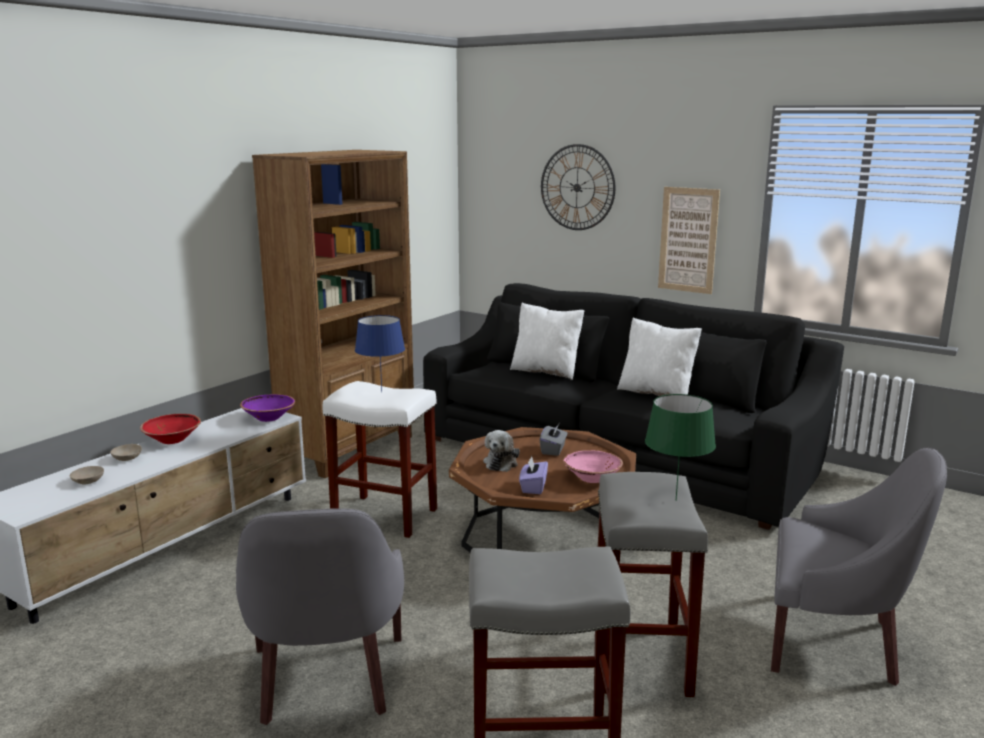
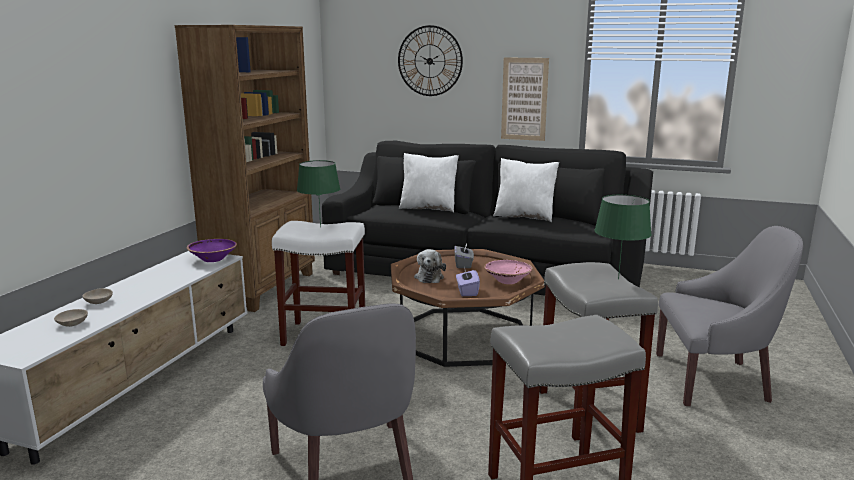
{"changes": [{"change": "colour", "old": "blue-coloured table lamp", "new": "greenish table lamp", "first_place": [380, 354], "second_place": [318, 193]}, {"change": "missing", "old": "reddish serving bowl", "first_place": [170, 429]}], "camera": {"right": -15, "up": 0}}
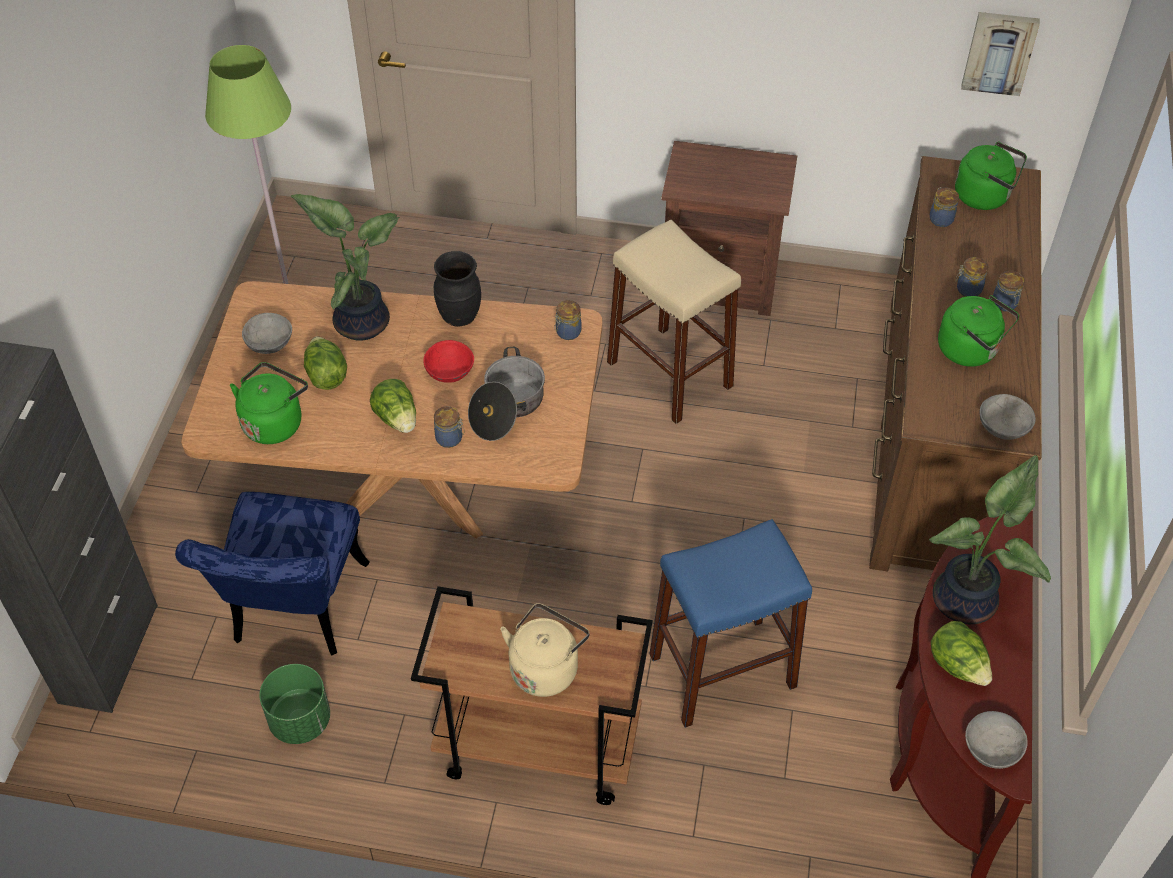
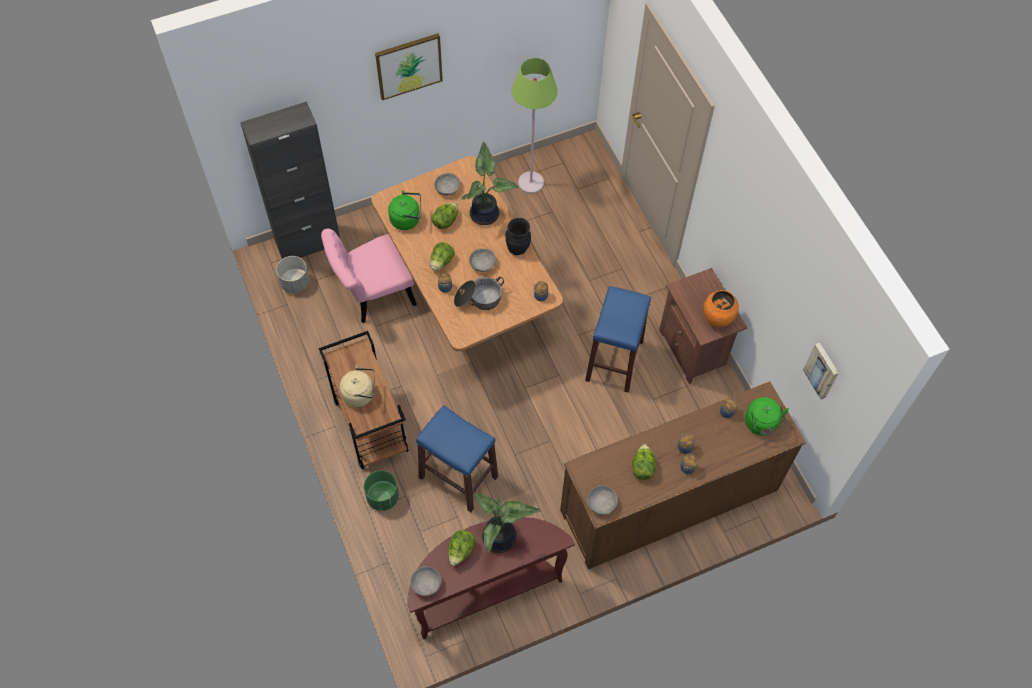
{"changes": [{"change": "colour", "old": "beige-coloured stool seat", "new": "blue-coloured stool seat", "first_place": [674, 322], "second_place": [618, 339]}, {"change": "exchanged", "old": "greenish water kettle", "new": "lettuce", "first_place": [978, 331], "second_place": [644, 461]}, {"change": "colour", "old": "reddish serving bowl", "new": "gray serving bowl", "first_place": [448, 361], "second_place": [482, 260]}, {"change": "colour", "old": "blue-coloured chair", "new": "pinkish chair", "first_place": [272, 574], "second_place": [369, 276]}, {"change": "relocated", "old": "greenish planter", "first_place": [294, 704], "second_place": [381, 491]}, {"change": "appeared", "new": "wall art", "second_place": [409, 66]}, {"change": "appeared", "new": "gray planter", "second_place": [293, 275]}, {"change": "appeared", "new": "orange-coloured vase", "second_place": [721, 308]}], "camera": {"right": 55, "up": 10}}
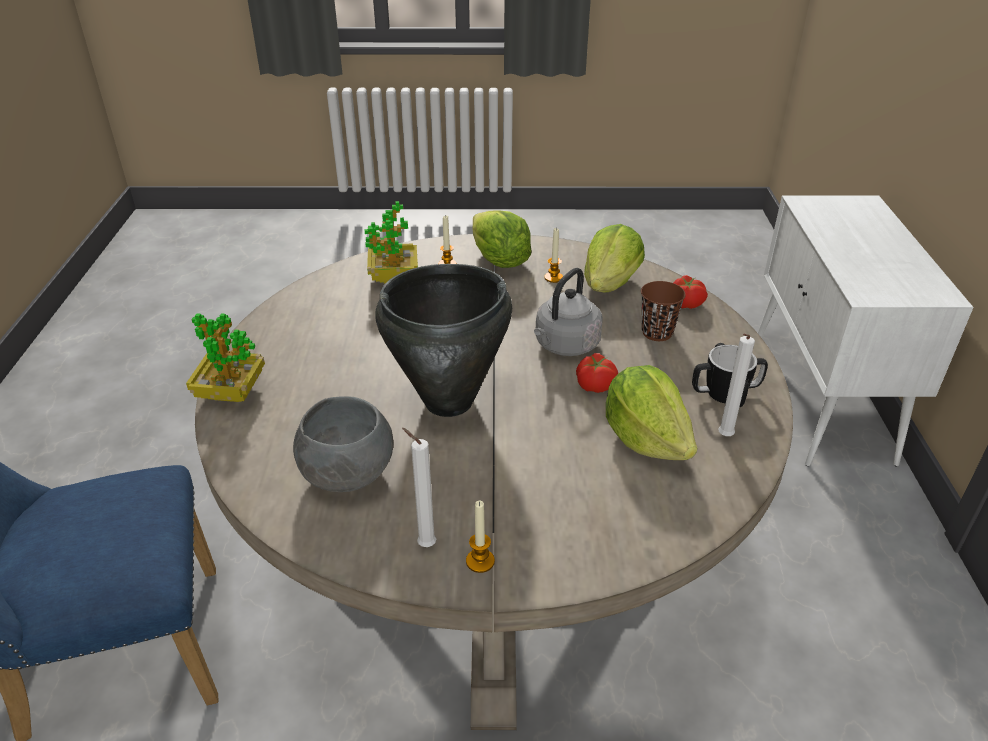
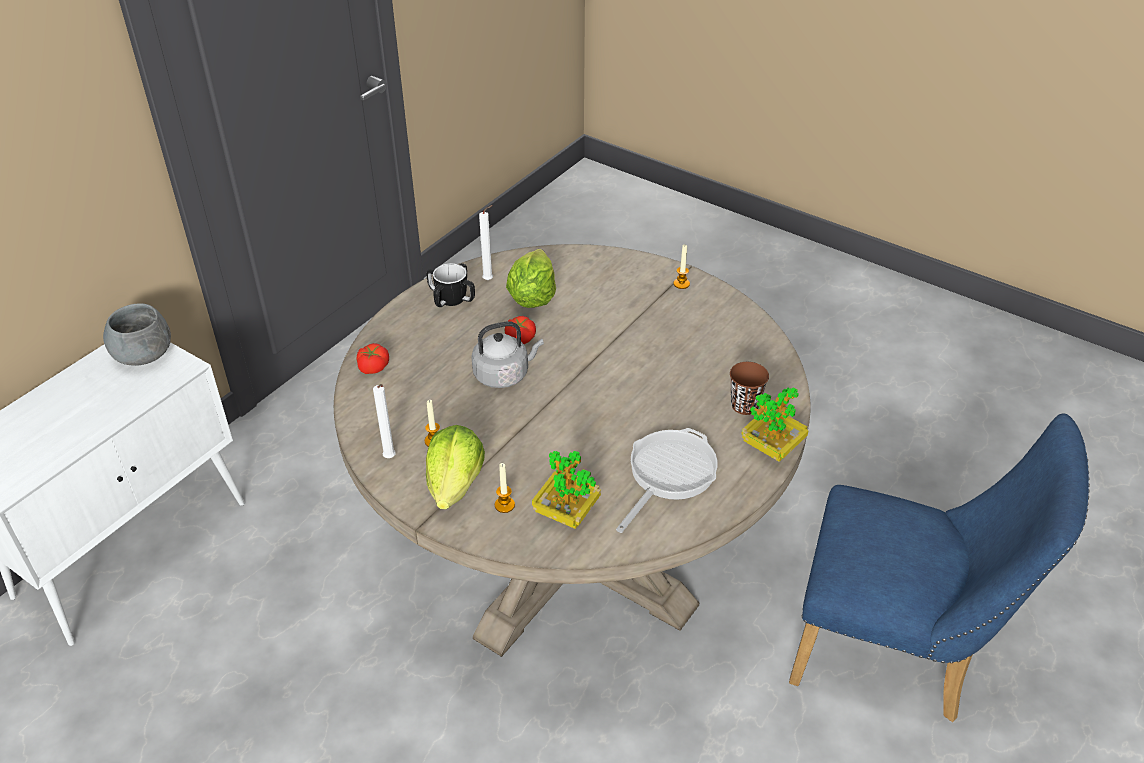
{"changes": [{"change": "missing", "old": "lettuce", "first_place": [614, 258]}, {"change": "missing", "old": "black-coloured stockpot", "first_place": [443, 340]}, {"change": "relocated", "old": "brown-coloured cup", "first_place": [663, 311], "second_place": [749, 388]}, {"change": "relocated", "old": "gray serving bowl", "first_place": [343, 444], "second_place": [137, 334]}, {"change": "relocated", "old": "whitish wax light", "first_place": [419, 487], "second_place": [384, 421]}, {"change": "appeared", "new": "pan", "second_place": [667, 480]}], "camera": {"right": -145, "up": 5}}
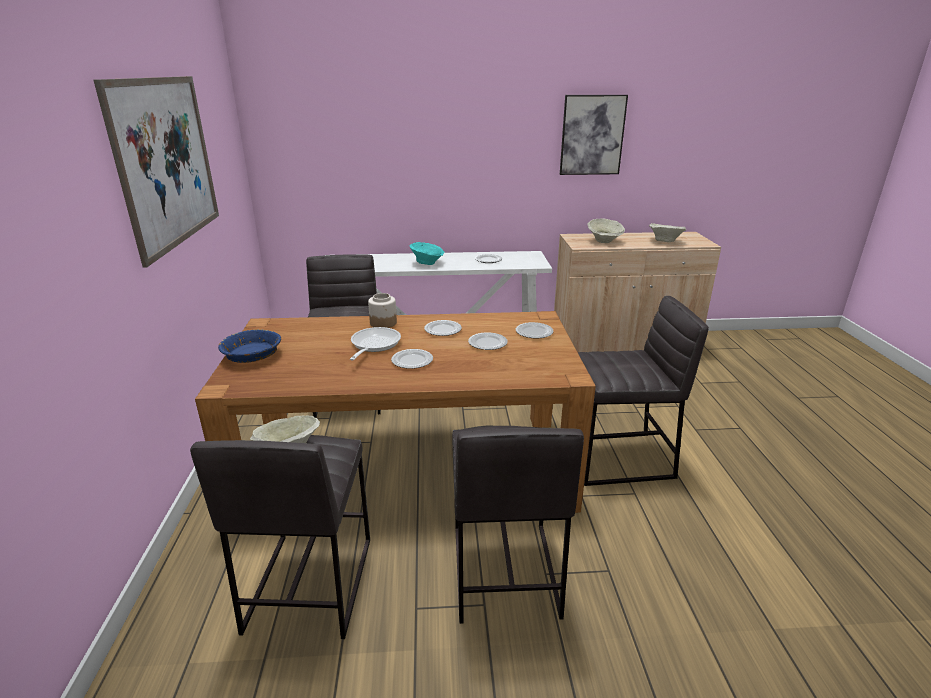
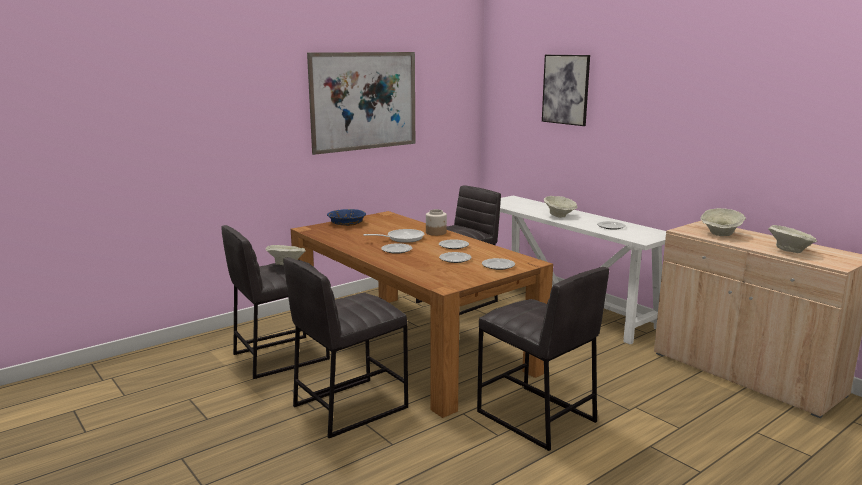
{"changes": [{"change": "relocated", "old": "wall art", "first_place": [594, 135], "second_place": [566, 90]}, {"change": "colour", "old": "turquoise serving bowl", "new": "beige-coloured serving bowl", "first_place": [427, 253], "second_place": [561, 207]}], "camera": {"right": 55, "up": -10}}
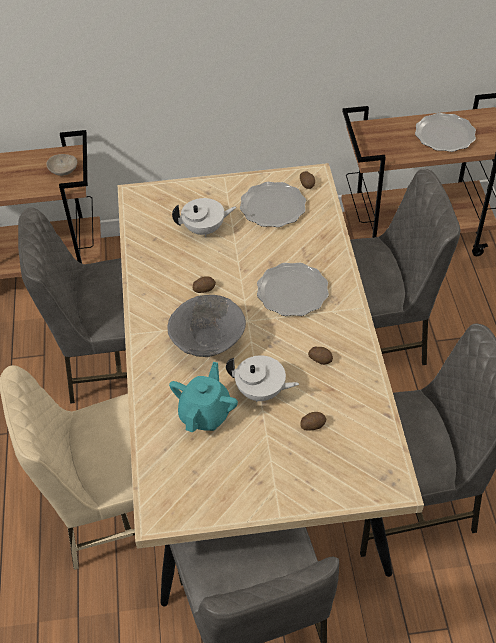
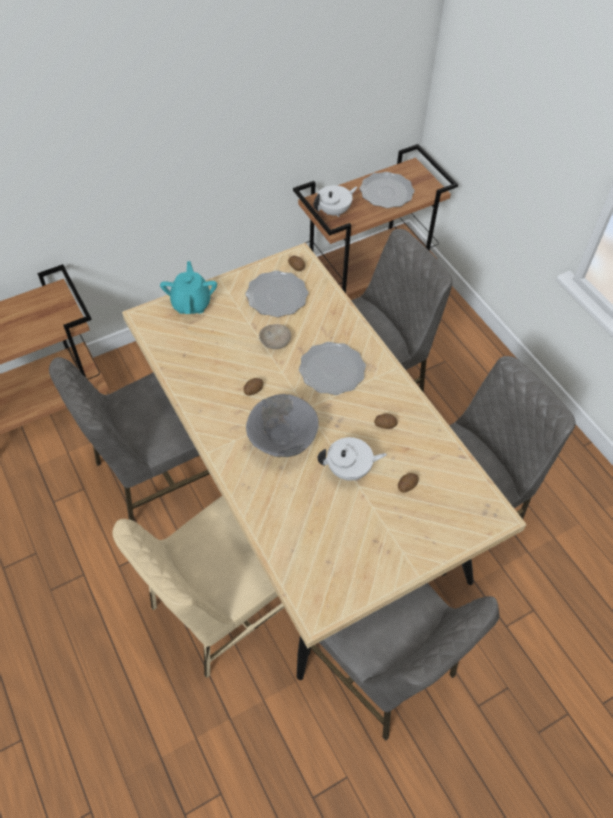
{"changes": [{"change": "relocated", "old": "beige-coloured serving bowl", "first_place": [61, 165], "second_place": [275, 336]}, {"change": "relocated", "old": "whitish pot for tea", "first_place": [204, 217], "second_place": [335, 201]}, {"change": "relocated", "old": "turquoise pot for tea", "first_place": [203, 397], "second_place": [188, 287]}], "camera": {"right": -25, "up": 5}}
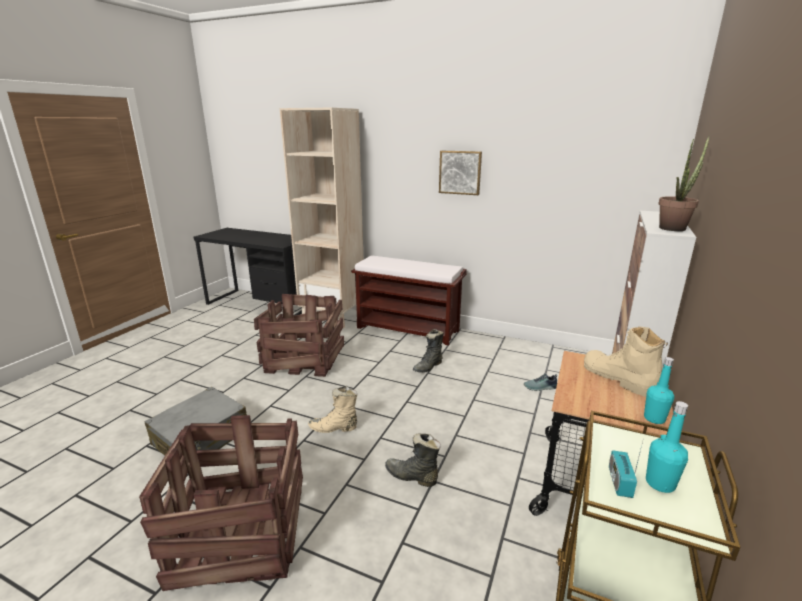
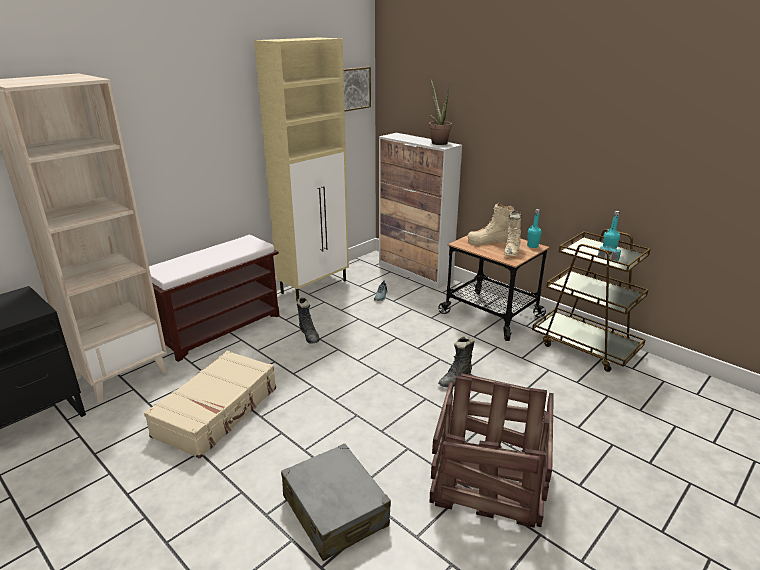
{"changes": [{"change": "relocated", "old": "wall art", "first_place": [460, 173], "second_place": [357, 89]}, {"change": "exchanged", "old": "shipping crate", "new": "beige-coloured suitcase", "first_place": [299, 335], "second_place": [210, 404]}, {"change": "relocated", "old": "beige-coloured tall boot", "first_place": [332, 409], "second_place": [512, 233]}, {"change": "appeared", "new": "beige-coloured storage cabinet", "second_place": [301, 169]}], "camera": {"right": -70, "up": 5}}
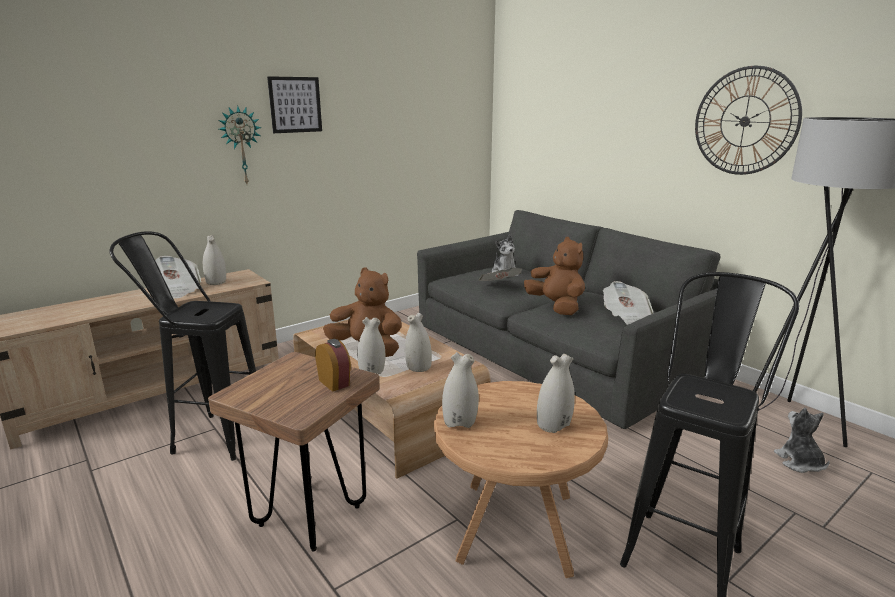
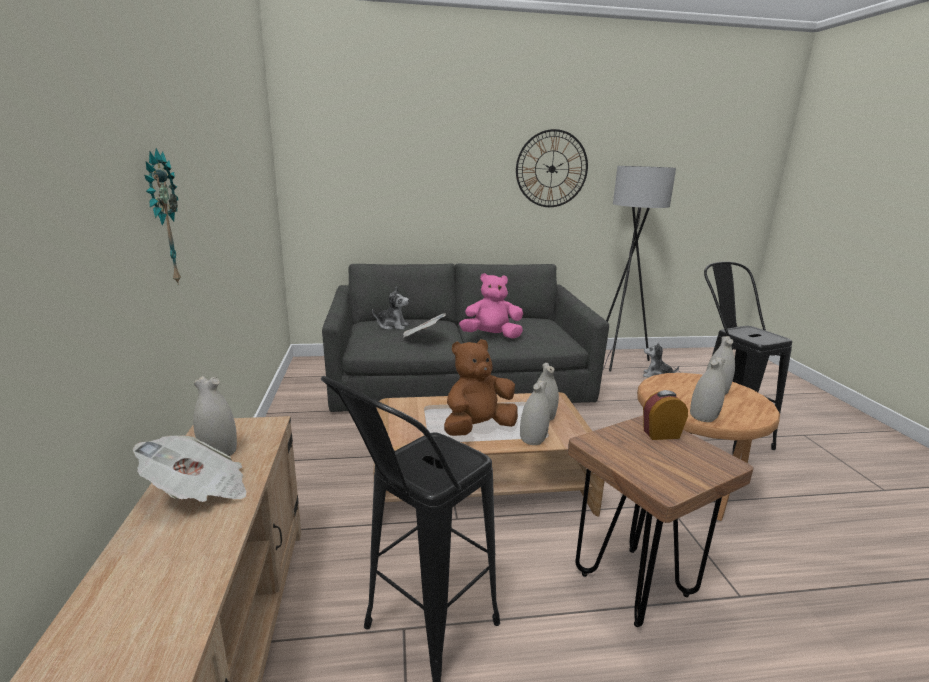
{"changes": [{"change": "missing", "old": "wall art", "first_place": [294, 104]}, {"change": "colour", "old": "brown-coloured plush toy", "new": "pinkish plush toy", "first_place": [554, 276], "second_place": [491, 306]}, {"change": "missing", "old": "printed paper", "first_place": [628, 303]}], "camera": {"right": -60, "up": 0}}
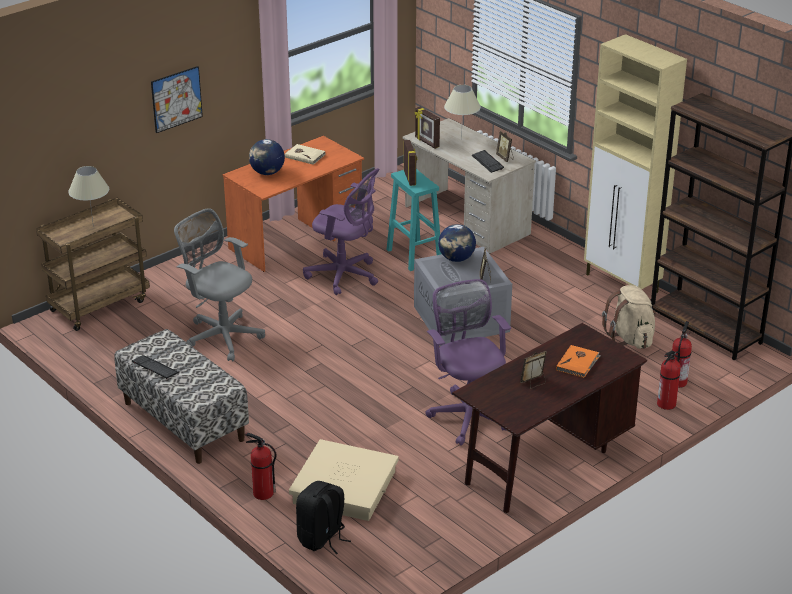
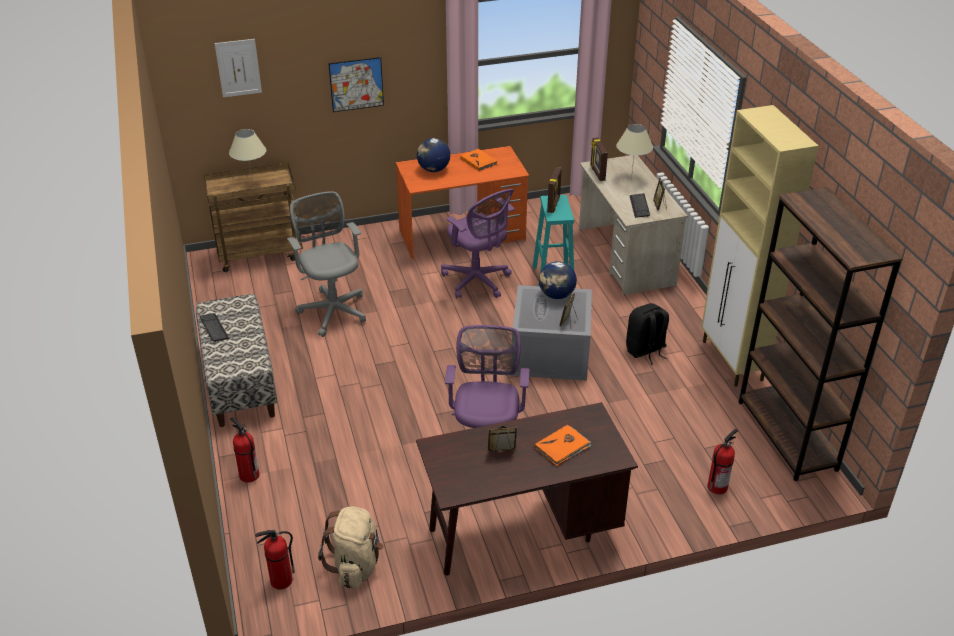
{"changes": [{"change": "colour", "old": "beige-coloured book", "new": "orange-coloured book", "first_place": [305, 154], "second_place": [479, 160]}, {"change": "relocated", "old": "beige-coloured backpack", "first_place": [629, 317], "second_place": [351, 547]}, {"change": "relocated", "old": "fire extinguisher", "first_place": [669, 380], "second_place": [275, 559]}, {"change": "missing", "old": "beige-coloured storage bin", "first_place": [344, 480]}, {"change": "relocated", "old": "black-coloured backpack", "first_place": [323, 517], "second_place": [647, 334]}, {"change": "appeared", "new": "wall art", "second_place": [238, 68]}], "camera": {"right": 25, "up": 5}}
